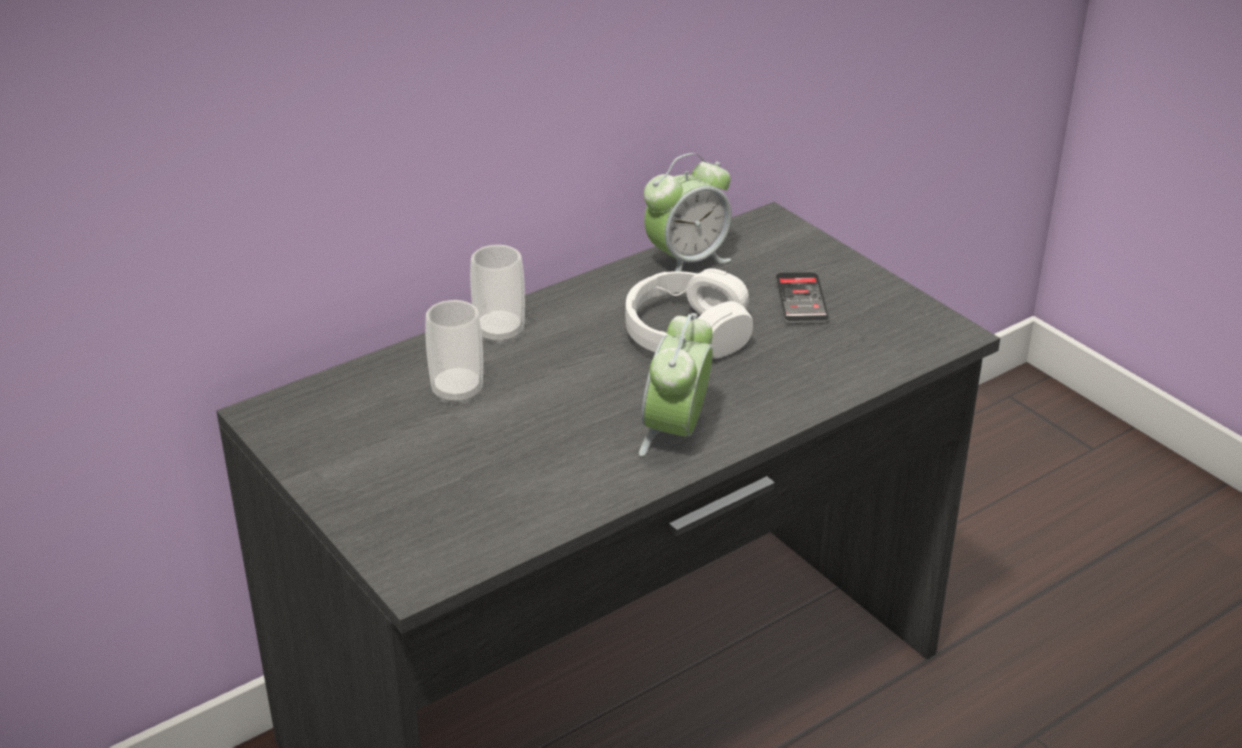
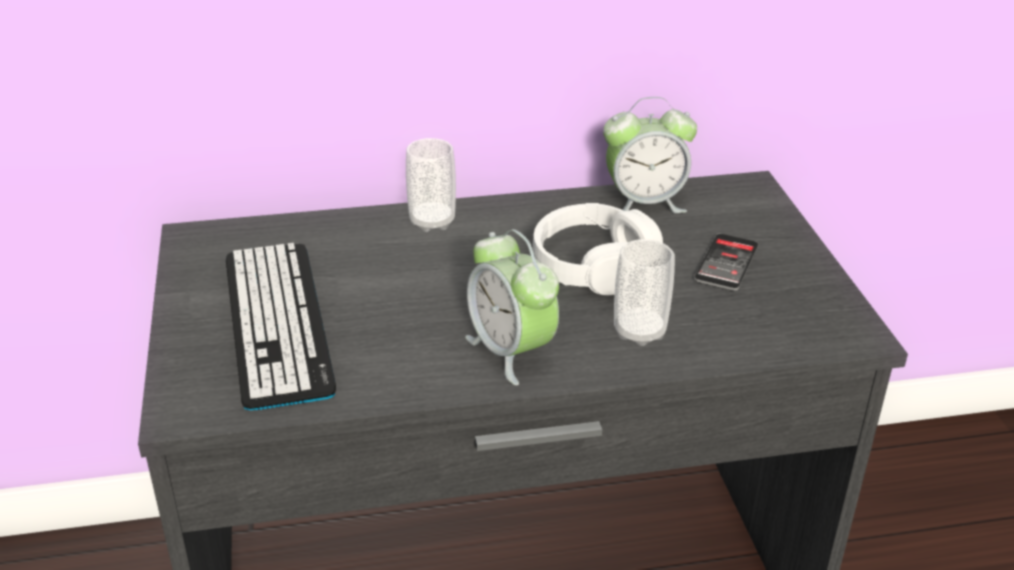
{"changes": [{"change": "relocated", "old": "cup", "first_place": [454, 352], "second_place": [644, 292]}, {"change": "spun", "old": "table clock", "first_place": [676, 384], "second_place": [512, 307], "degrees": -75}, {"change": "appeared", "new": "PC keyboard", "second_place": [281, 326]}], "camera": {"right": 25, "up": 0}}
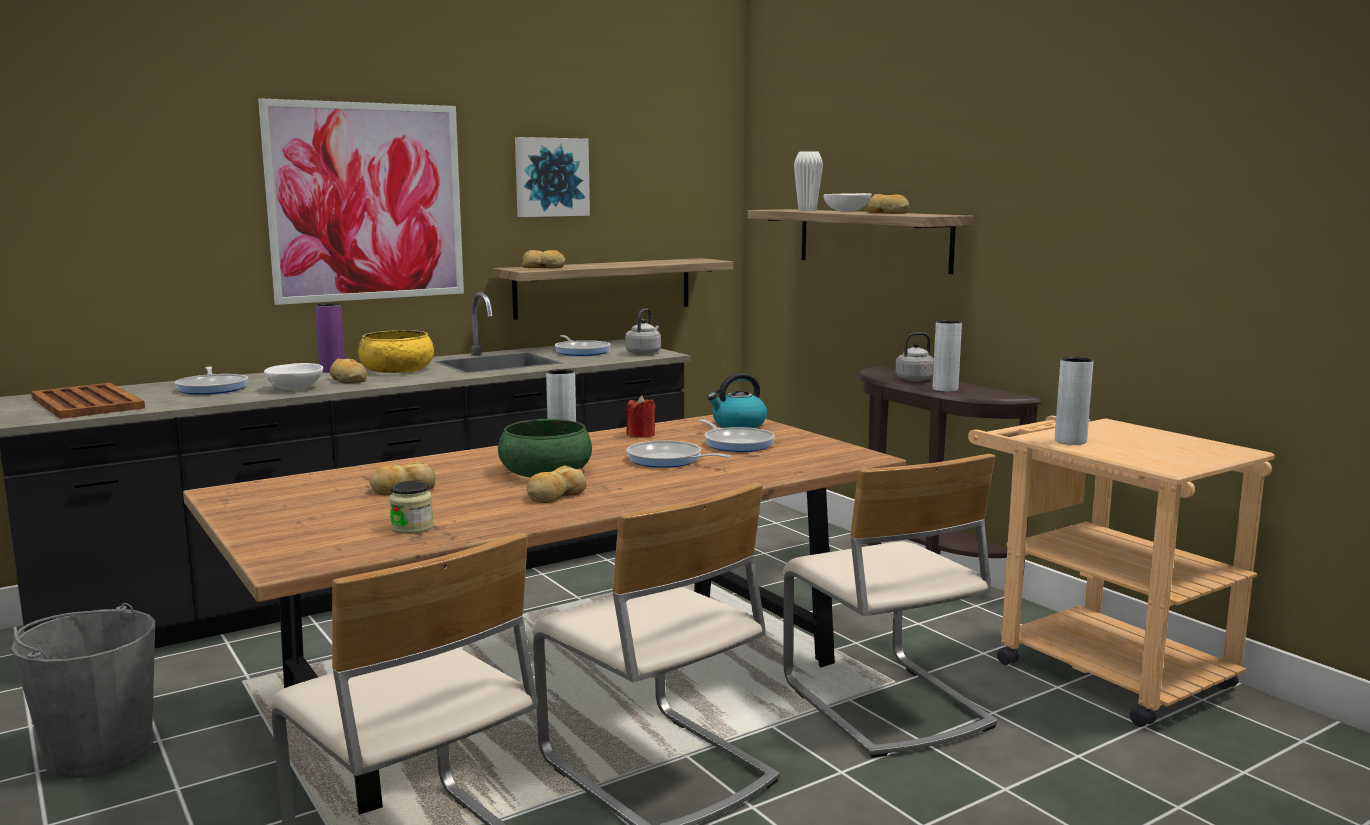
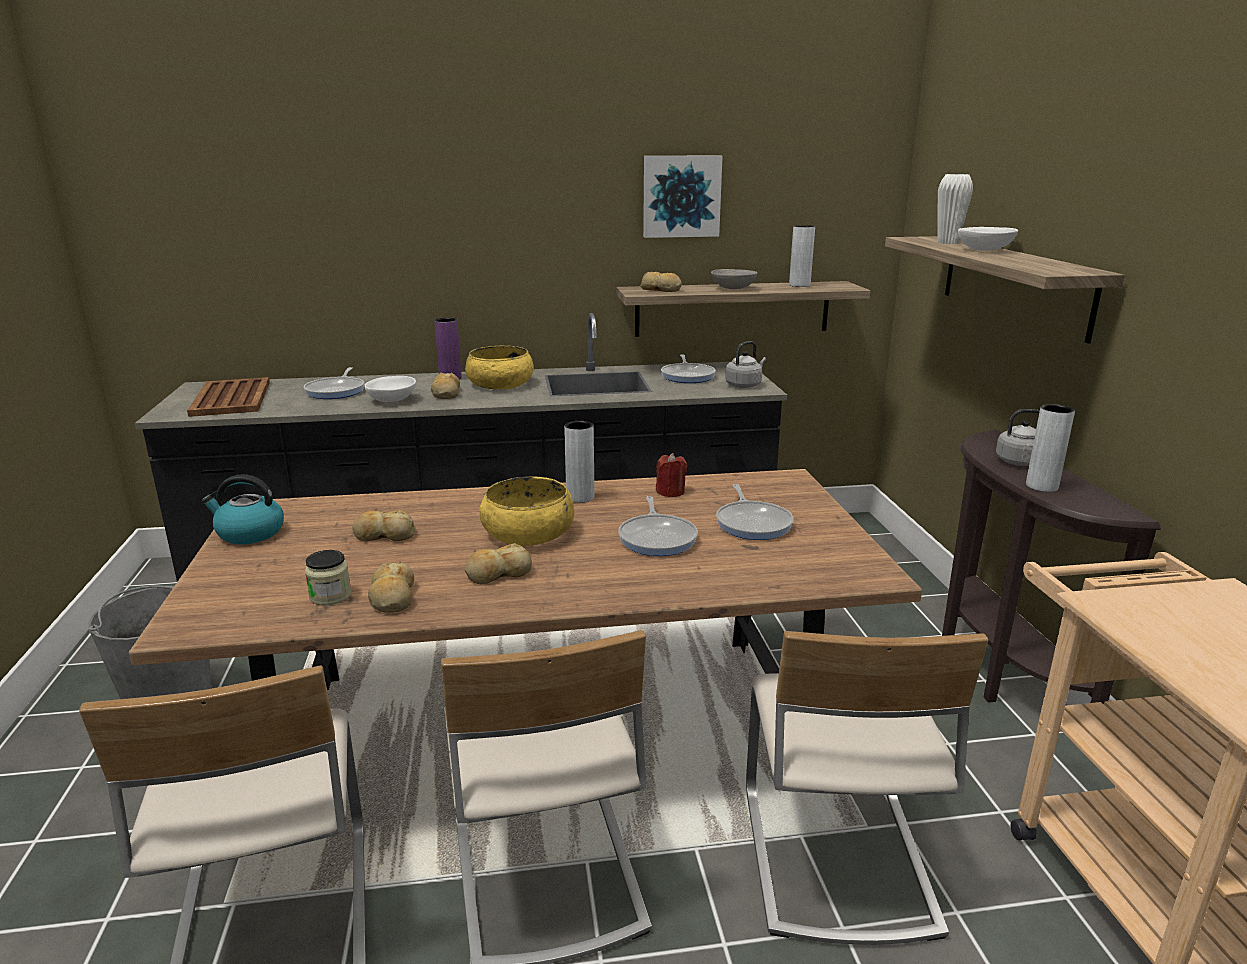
{"changes": [{"change": "missing", "old": "wall art", "first_place": [361, 201]}, {"change": "relocated", "old": "bread", "first_place": [887, 204], "second_place": [391, 587]}, {"change": "relocated", "old": "gray vase", "first_place": [1074, 401], "second_place": [802, 256]}, {"change": "relocated", "old": "water kettle", "first_place": [737, 400], "second_place": [242, 509]}, {"change": "colour", "old": "greenish serving bowl", "new": "yellow serving bowl", "first_place": [545, 448], "second_place": [526, 511]}, {"change": "spun", "old": "pan", "first_place": [679, 454], "second_place": [658, 526], "degrees": -150}, {"change": "appeared", "new": "gray serving bowl", "second_place": [734, 279]}], "camera": {"right": 25, "up": 10}}
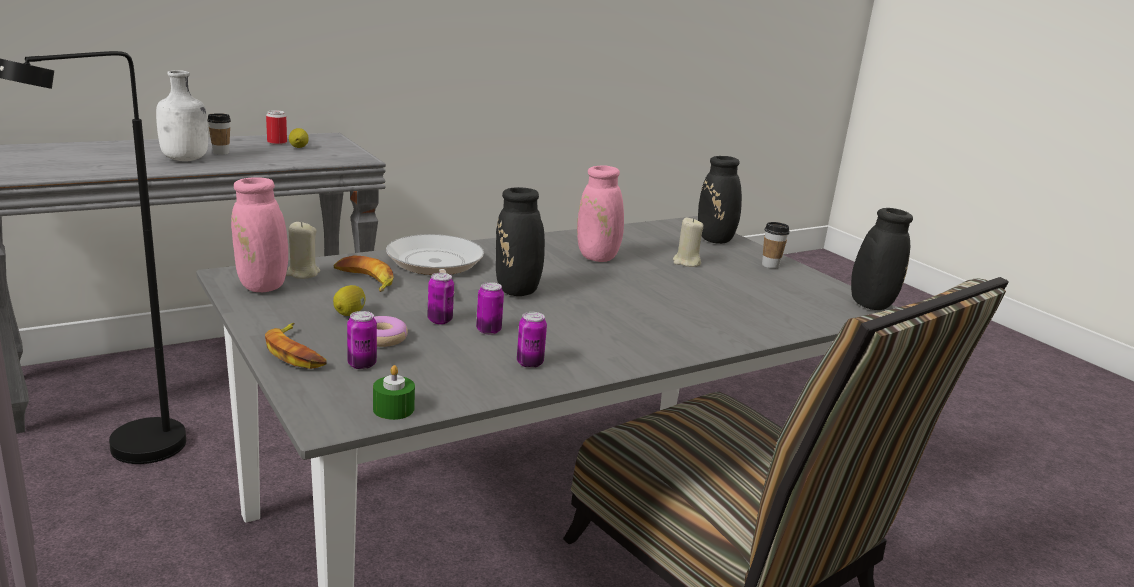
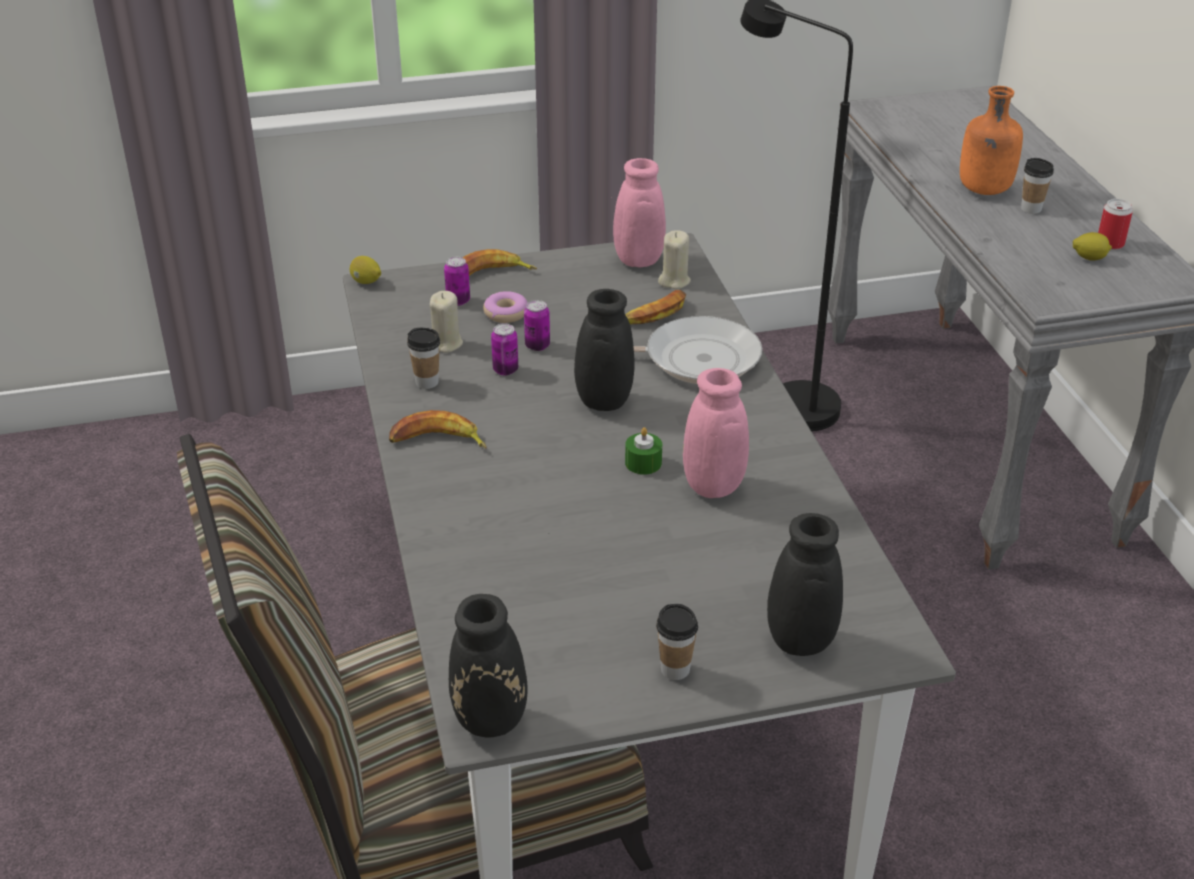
{"changes": [{"change": "colour", "old": "whitish bottle", "new": "orange-coloured bottle", "first_place": [182, 115], "second_place": [991, 140]}, {"change": "relocated", "old": "beige-coloured wax light", "first_place": [688, 242], "second_place": [446, 322]}, {"change": "relocated", "old": "lemon", "first_place": [349, 300], "second_place": [365, 270]}, {"change": "exchanged", "old": "sealed can", "new": "cup", "first_place": [532, 340], "second_place": [423, 358]}, {"change": "relocated", "old": "greenish wax light", "first_place": [394, 392], "second_place": [643, 451]}, {"change": "appeared", "new": "whole banana", "second_place": [438, 429]}], "camera": {"right": 110, "up": 15}}
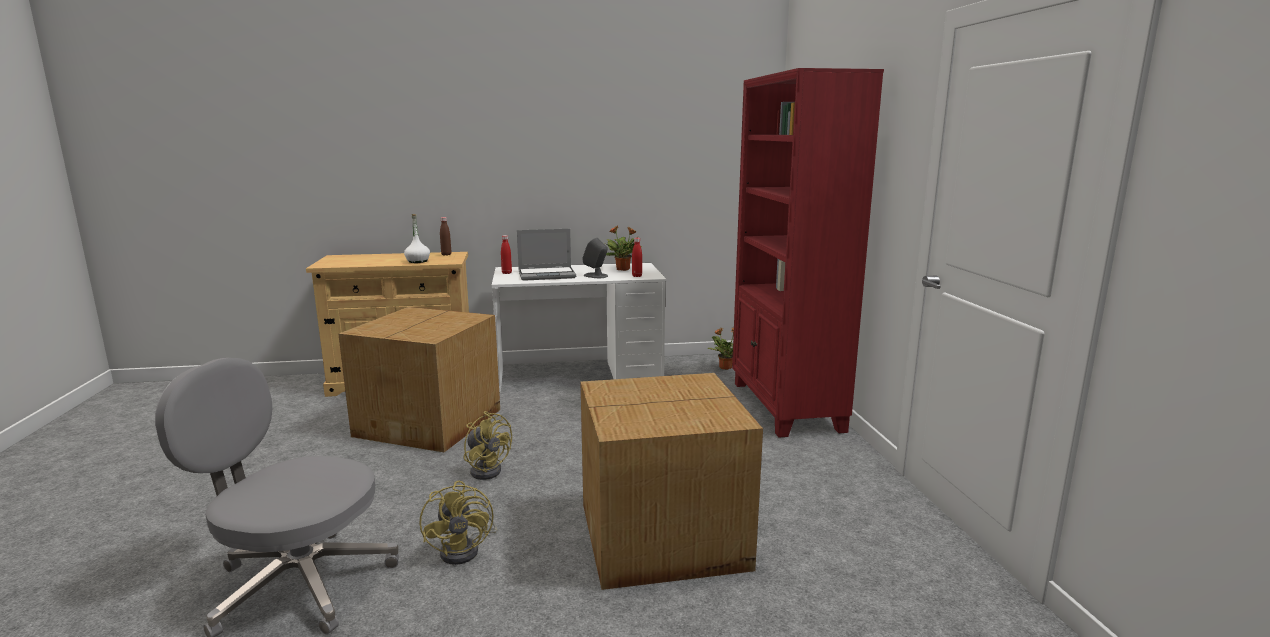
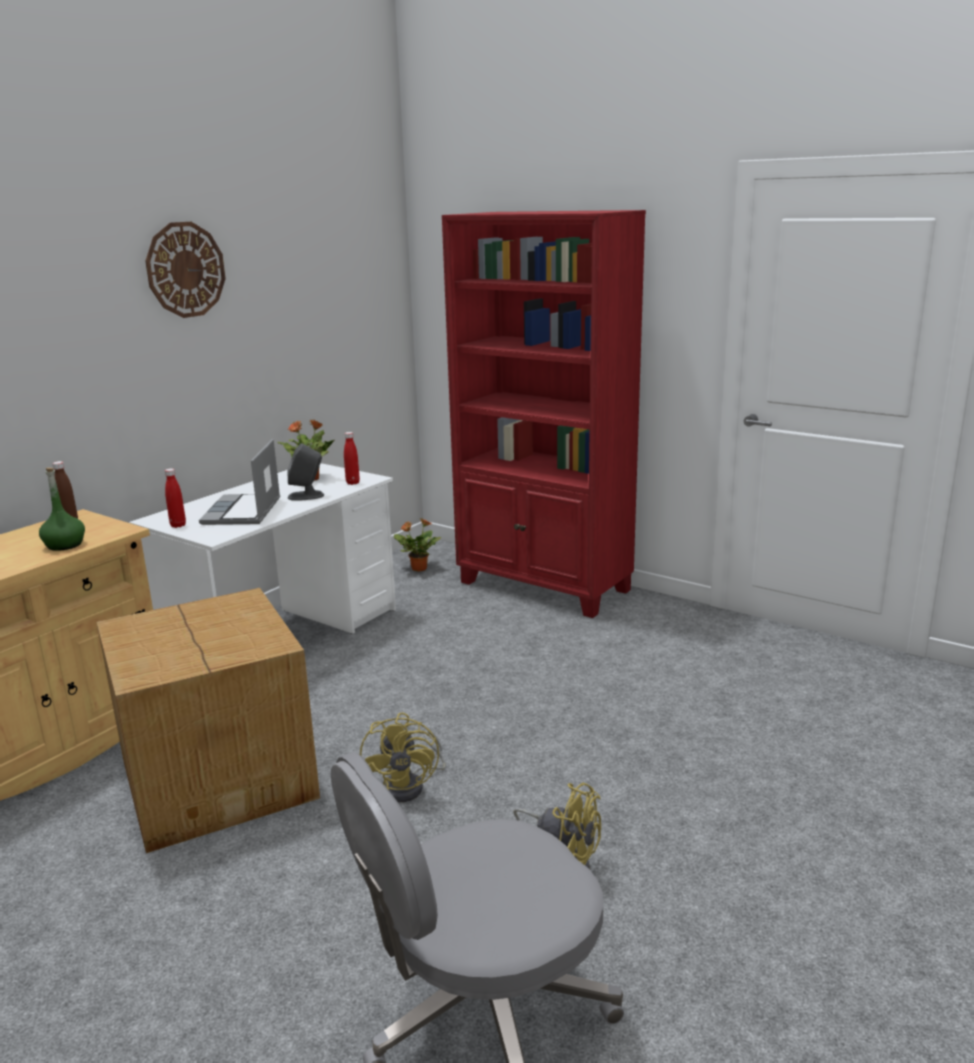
{"changes": [{"change": "colour", "old": "whitish bottle", "new": "greenish bottle", "first_place": [417, 238], "second_place": [62, 509]}, {"change": "spun", "old": "laptop", "first_place": [546, 255], "second_place": [239, 482], "degrees": 150}, {"change": "missing", "old": "packing box", "first_place": [671, 481]}, {"change": "spun", "old": "yellow electric fan", "first_place": [488, 445], "second_place": [403, 757], "degrees": 90}, {"change": "appeared", "new": "wall clock", "second_place": [185, 270]}], "camera": {"right": -45, "up": 5}}
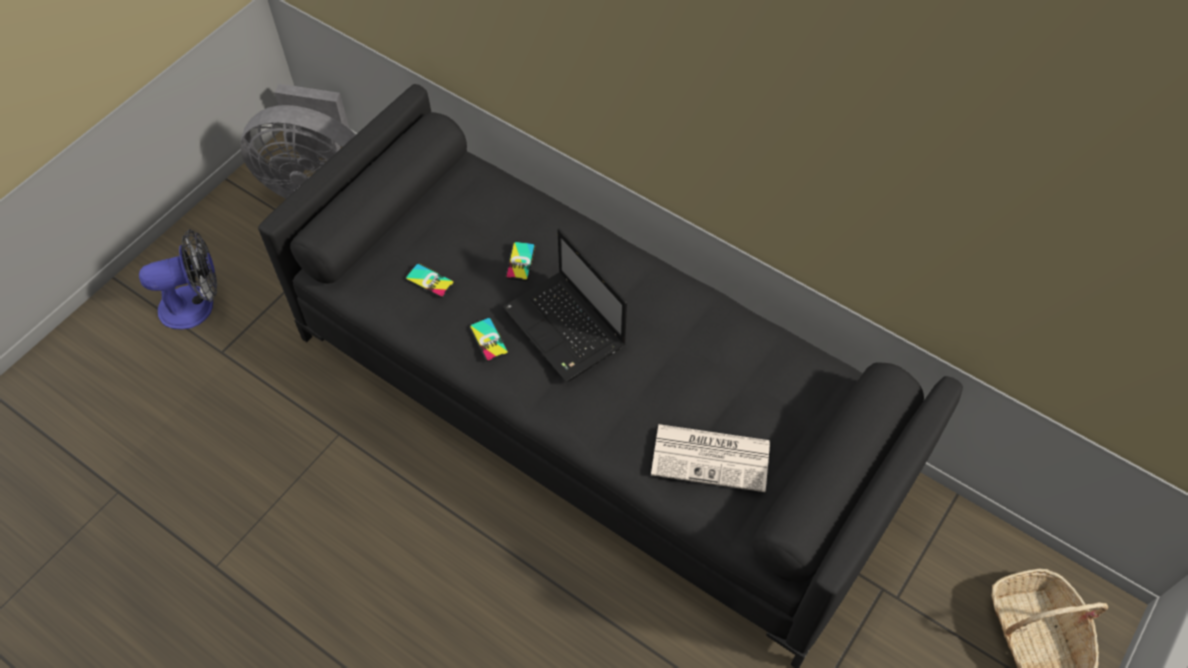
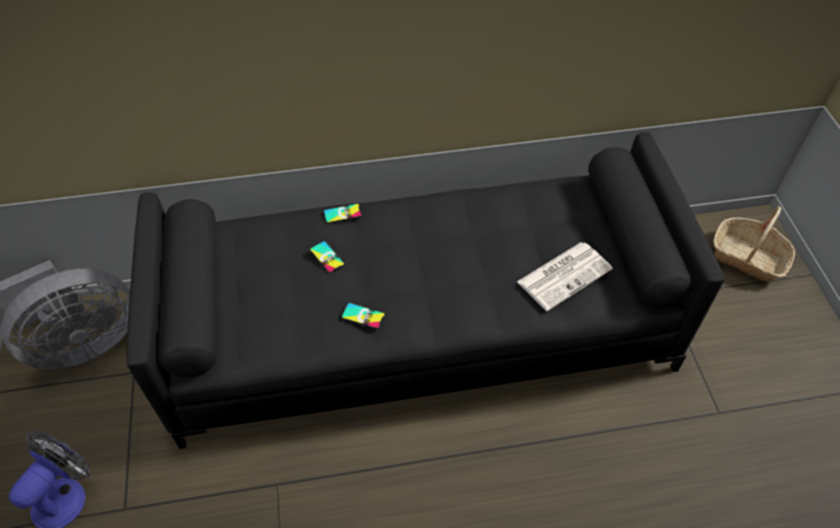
{"changes": [{"change": "missing", "old": "laptop", "first_place": [564, 305]}, {"change": "relocated", "old": "phone", "first_place": [429, 280], "second_place": [342, 213]}], "camera": {"right": -45, "up": -5}}
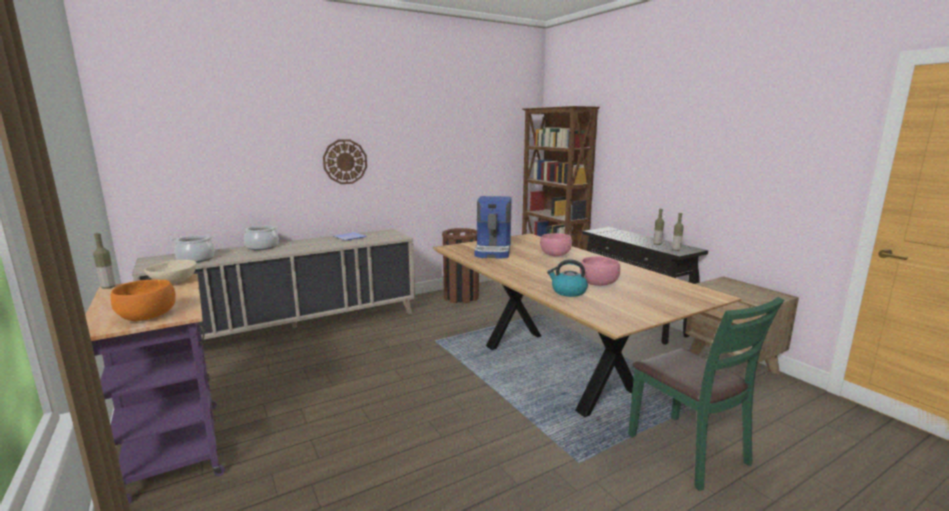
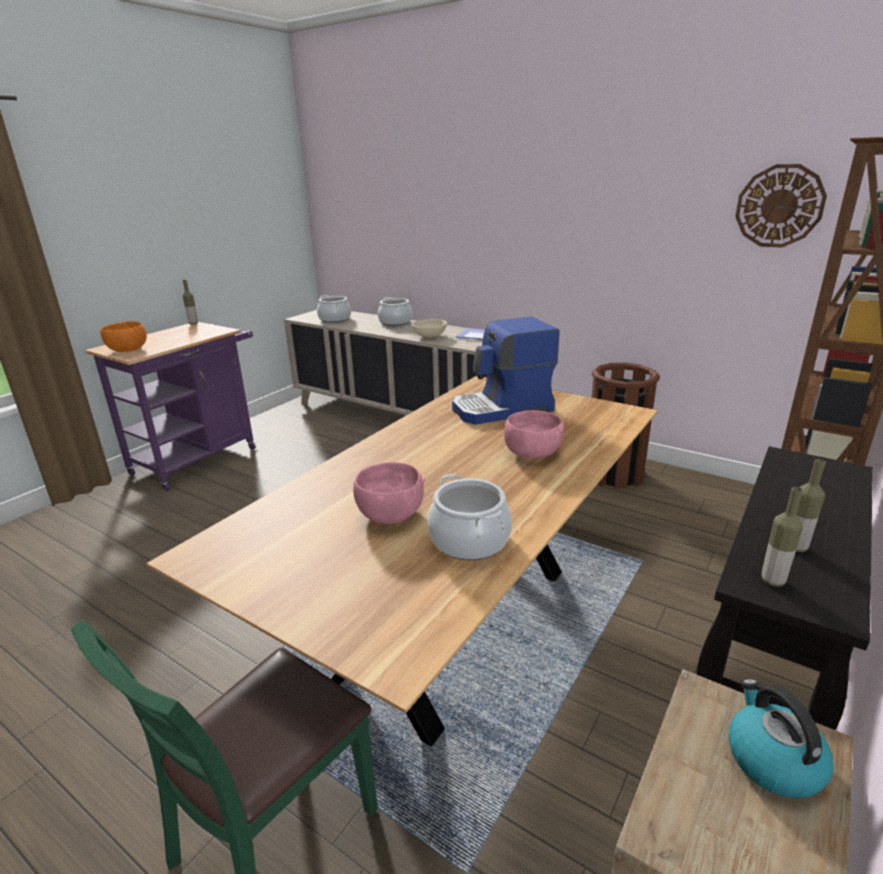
{"changes": [{"change": "relocated", "old": "wall clock", "first_place": [345, 161], "second_place": [781, 206]}, {"change": "relocated", "old": "water kettle", "first_place": [567, 278], "second_place": [781, 738]}, {"change": "relocated", "old": "beige-coloured serving bowl", "first_place": [170, 272], "second_place": [429, 328]}, {"change": "appeared", "new": "stockpot", "second_place": [470, 517]}], "camera": {"right": 65, "up": 10}}
